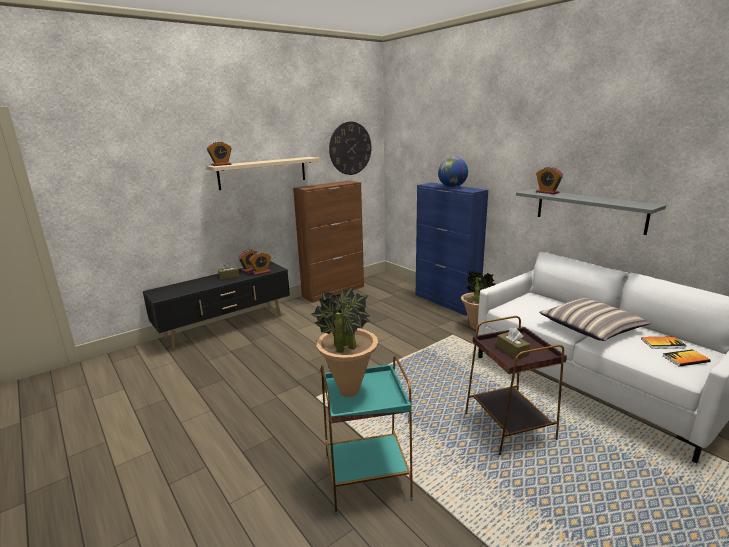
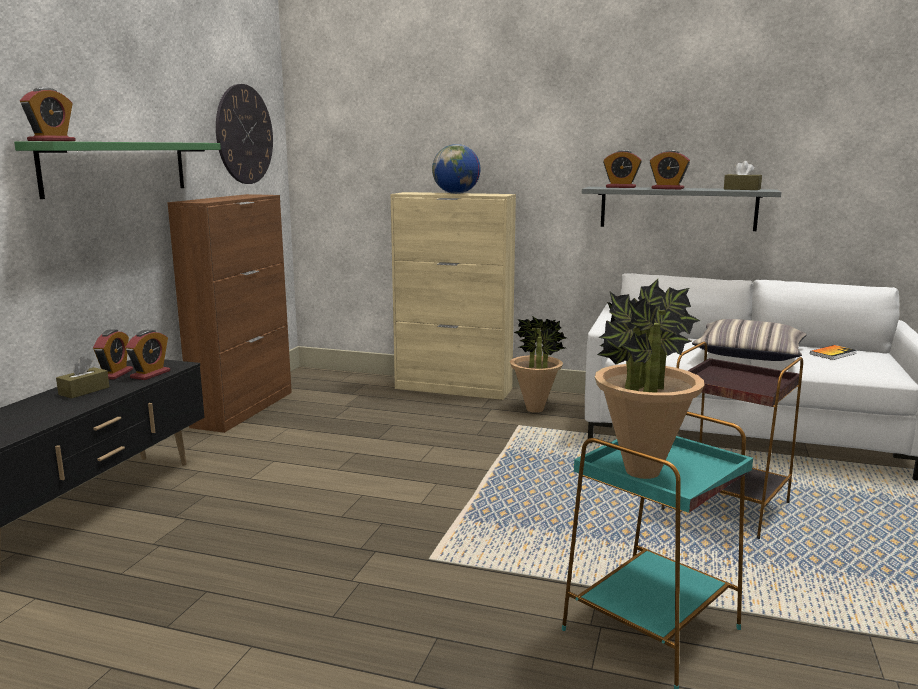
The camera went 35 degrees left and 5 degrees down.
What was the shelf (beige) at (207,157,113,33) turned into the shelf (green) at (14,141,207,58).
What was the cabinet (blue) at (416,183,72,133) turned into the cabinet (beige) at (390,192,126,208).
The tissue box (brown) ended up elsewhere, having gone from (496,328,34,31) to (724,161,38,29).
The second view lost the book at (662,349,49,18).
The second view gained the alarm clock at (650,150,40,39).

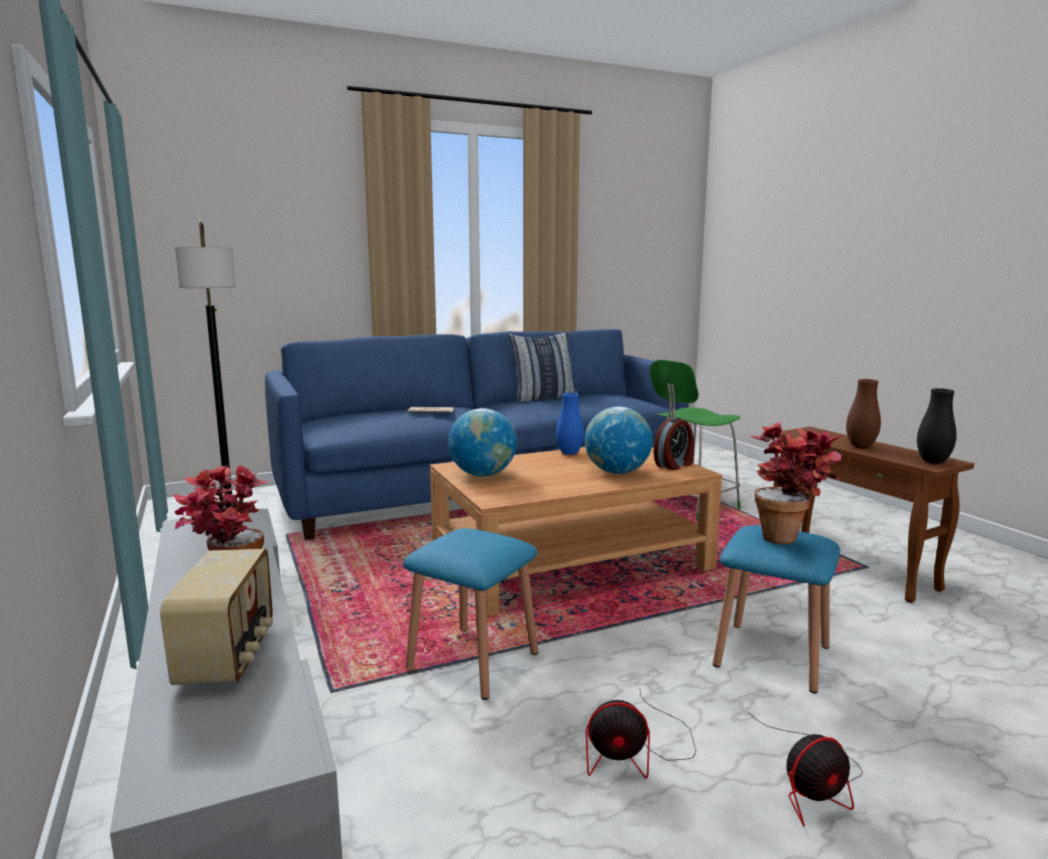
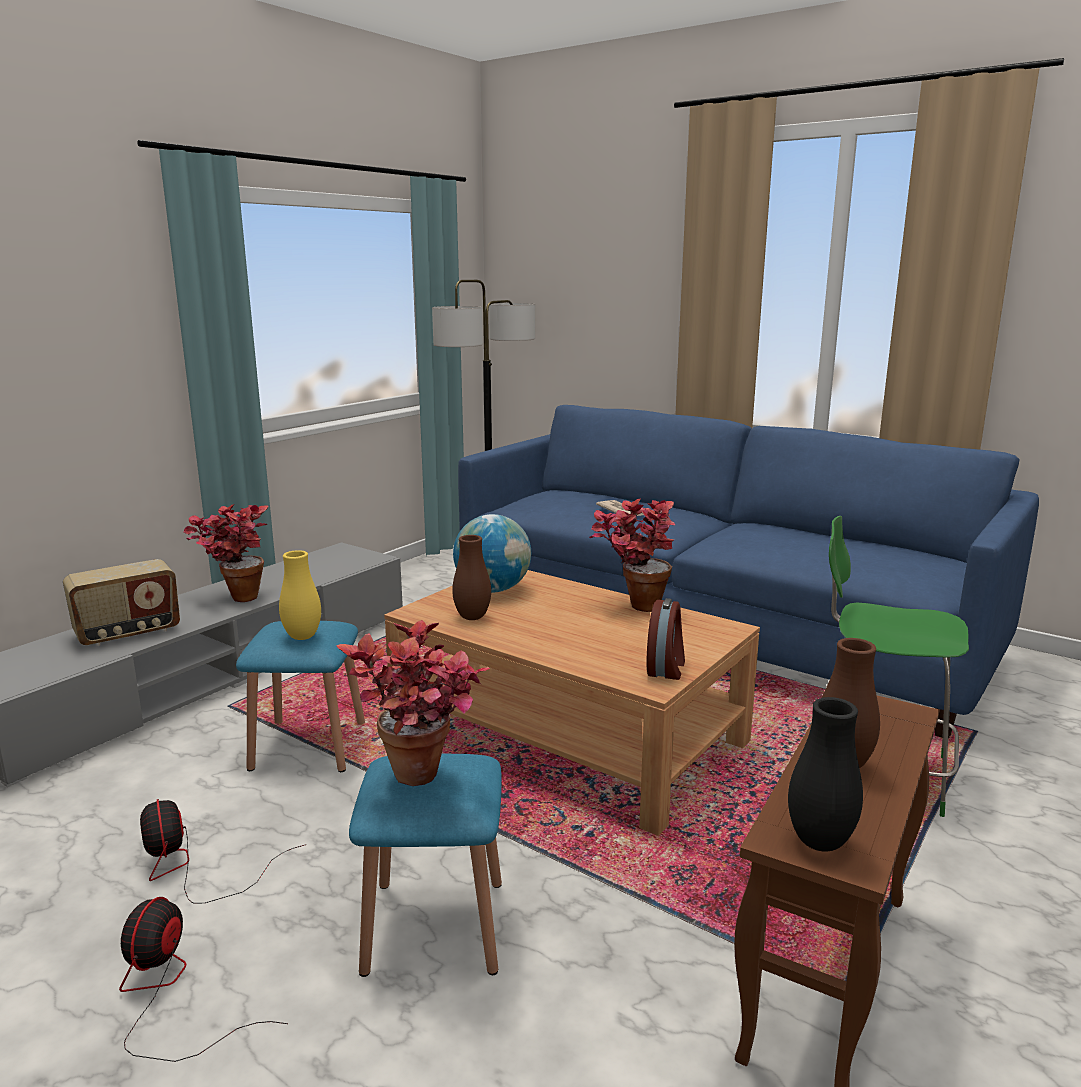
The camera went 60 degrees right and 5 degrees up.
The second view lost the pillow at (508,332,70,70).
Where the vase (blue) stood at (556,393,28,62), the potted plant came to stand at (589,499,86,113).
The second view lost the globe at (585,407,68,67).
The alarm clock at (654,417,40,53) ended up facing another way, 90 degrees counterclockwise from before.
The fan at (748,712,115,114) ended up facing another way, 60 degrees clockwise from before.
The second view gained the vase (yellow) at (279,550,42,90).
The second view gained the vase (brown) at (452,535,39,85).

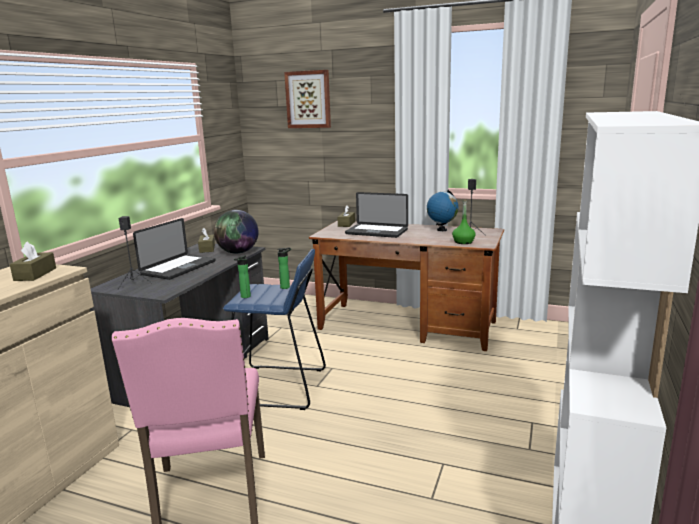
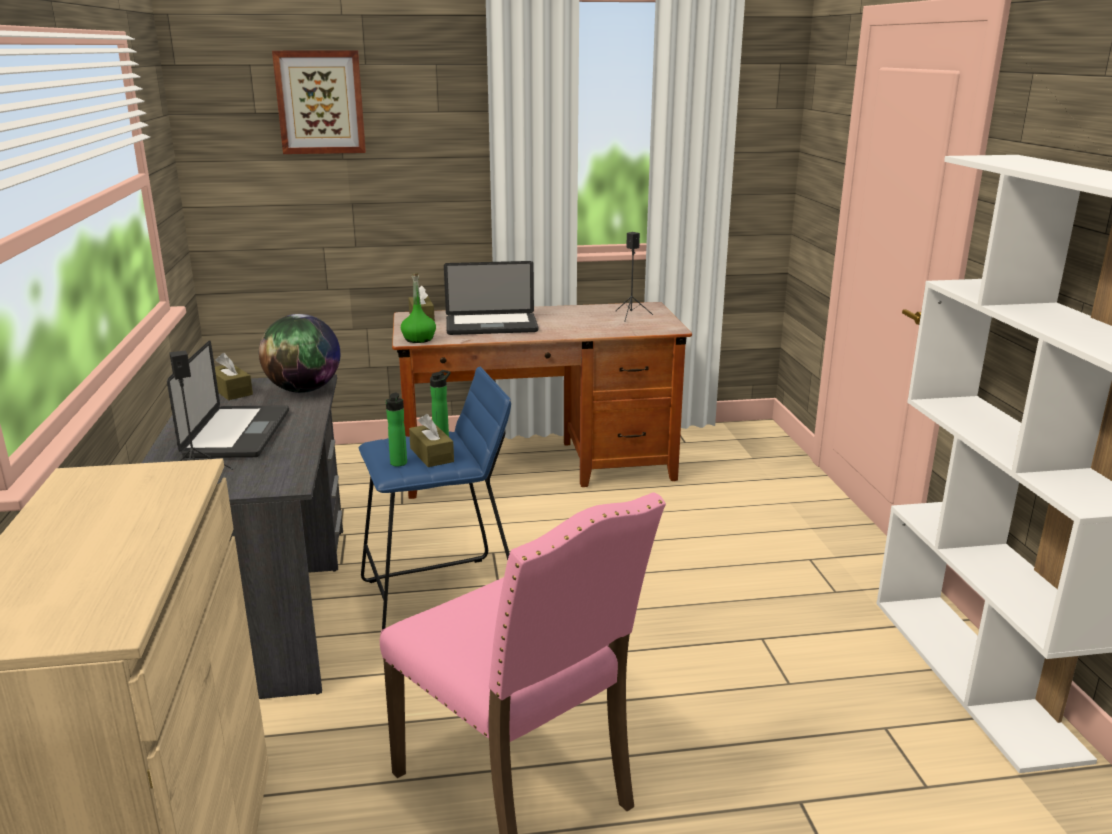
The camera went 30 degrees left and 5 degrees up.
The tissue box (brown) ended up elsewhere, having gone from (10,242,46,39) to (409,414,45,53).
The second view lost the globe at (427,190,31,41).
The bottle (green) ended up elsewhere, having gone from (452,199,24,45) to (401,273,35,70).

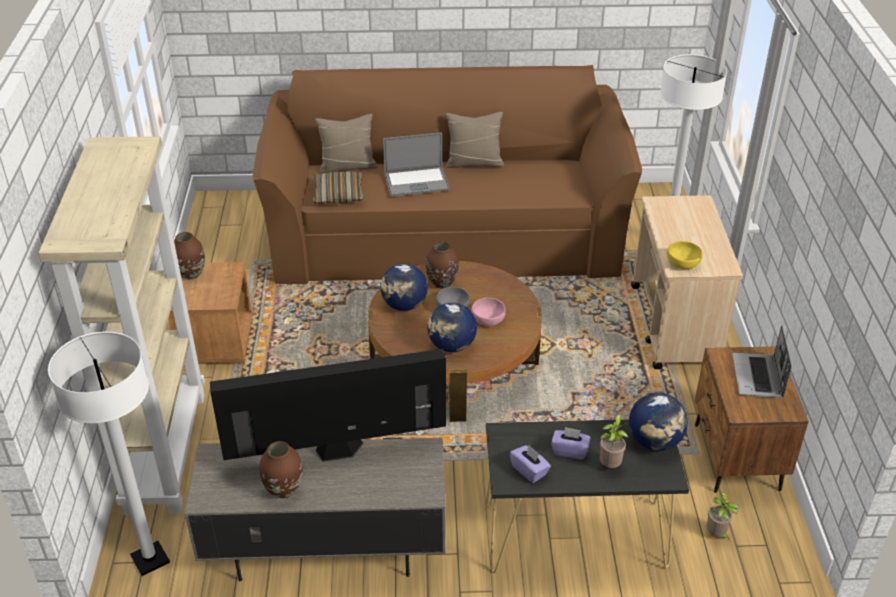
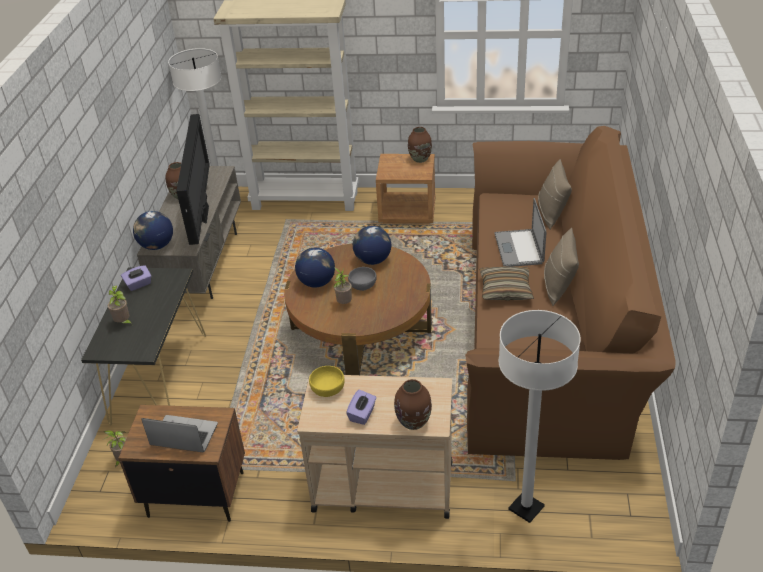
The camera went 100 degrees right and 0 degrees up.
The pillow ended up elsewhere, having gone from (312,171,52,33) to (480,266,54,35).
The vase (brown) ended up elsewhere, having gone from (426,241,32,48) to (394,379,38,51).
Where the bowl (pink) stood at (471,298,35,28), the potted plant came to stand at (334,267,18,37).
The tissue box (purple) ended up elsewhere, having gone from (551,427,39,33) to (346,389,31,36).
The globe ended up elsewhere, having gone from (629,392,59,59) to (133,211,40,39).

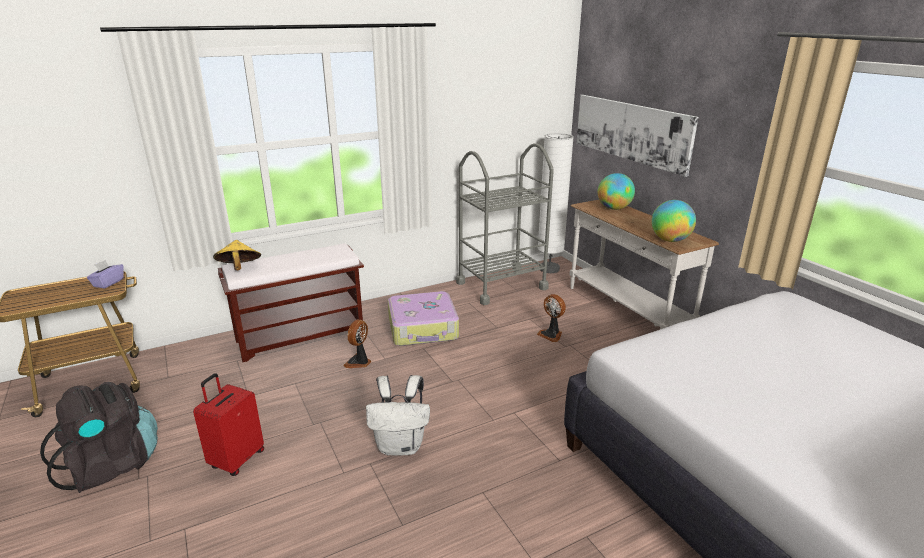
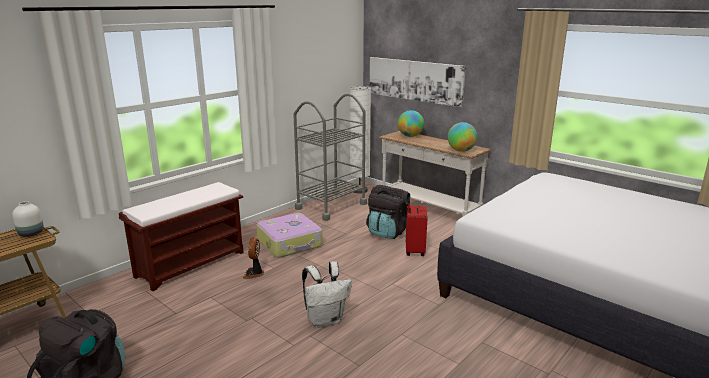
The camera went 20 degrees left and 5 degrees down.
Where the tissue box (purple) stood at (87,260,37,29), the vase (white) came to stand at (12,201,32,36).
The suitcase (red) ended up elsewhere, having gone from (193,373,71,103) to (406,197,21,59).
The second view lost the hat (yellow) at (213,240,48,30).
Where the fan stood at (537,294,29,48), the backpack (black) came to stand at (366,185,44,54).

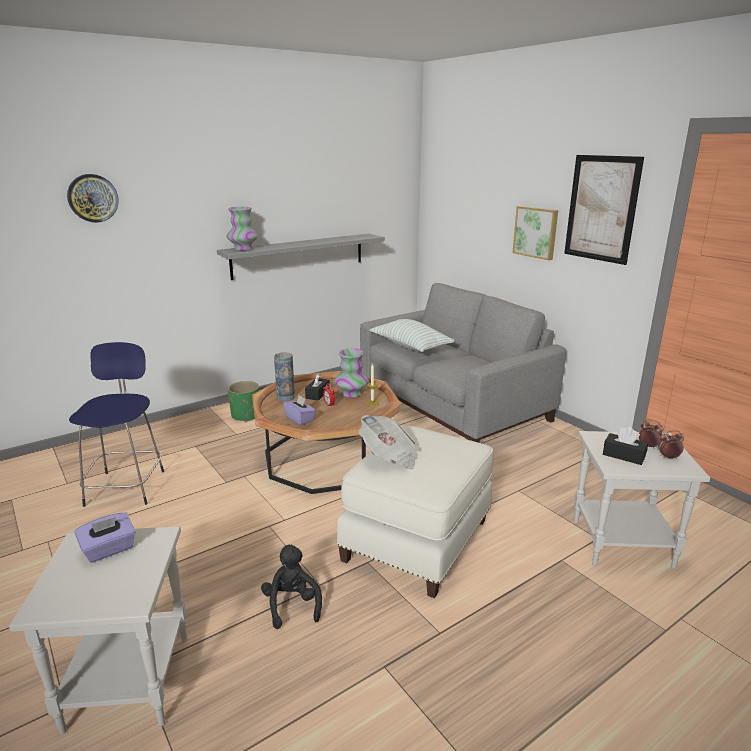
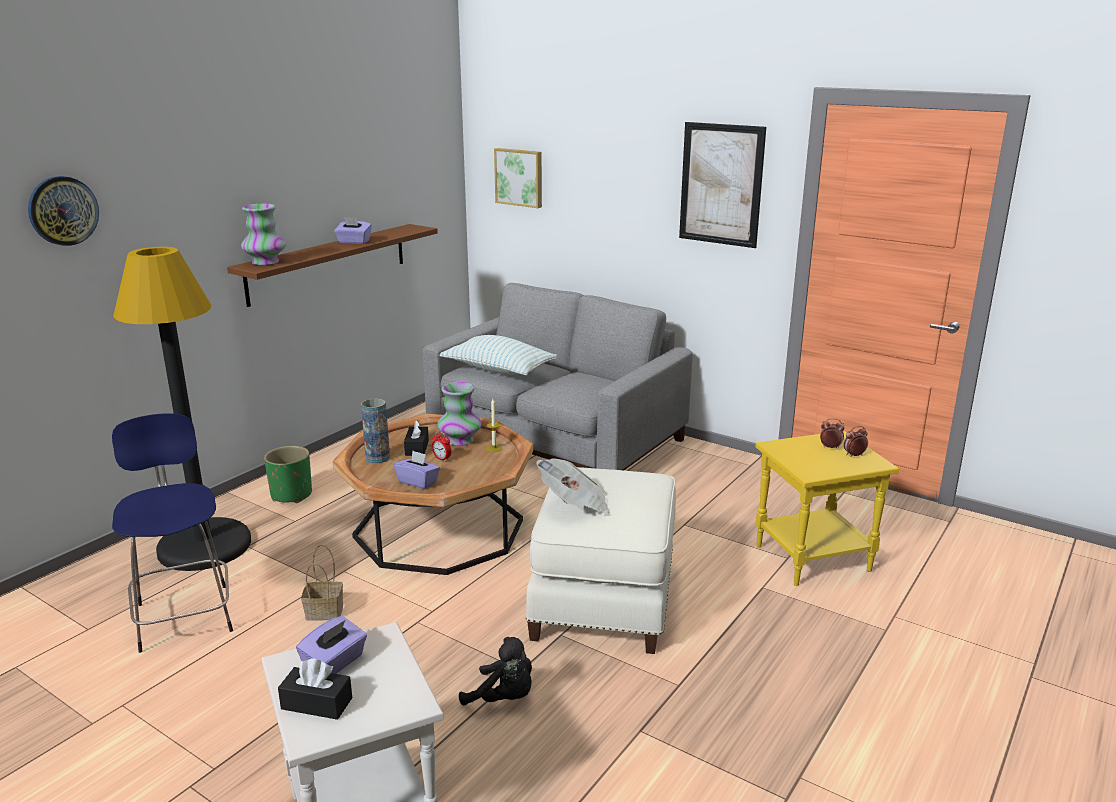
The camera went 20 degrees left and 0 degrees up.
What was the shelf (grey) at (217,233,168,47) turned into the shelf (brown) at (227,224,211,83).
The plush toy (black) at (261,545,61,84) ended up facing another way, 150 degrees clockwise from before.
The picture ended up elsewhere, having gone from (513,206,45,54) to (494,148,48,60).
What was the side table (white) at (574,431,136,138) turned into the side table (yellow) at (756,430,143,156).
The tissue box (black) ended up elsewhere, having gone from (603,427,45,38) to (278,658,74,62).
The second view gained the floor lamp (black) at (113,247,138,324).
The second view gained the basket at (301,545,42,76).
The second view gained the tissue box (purple) at (334,217,38,27).

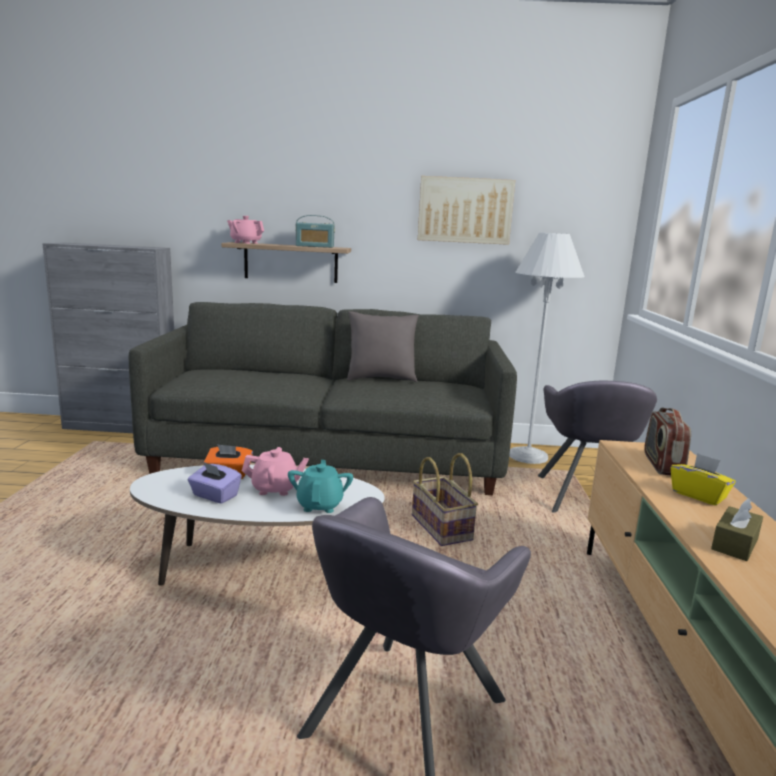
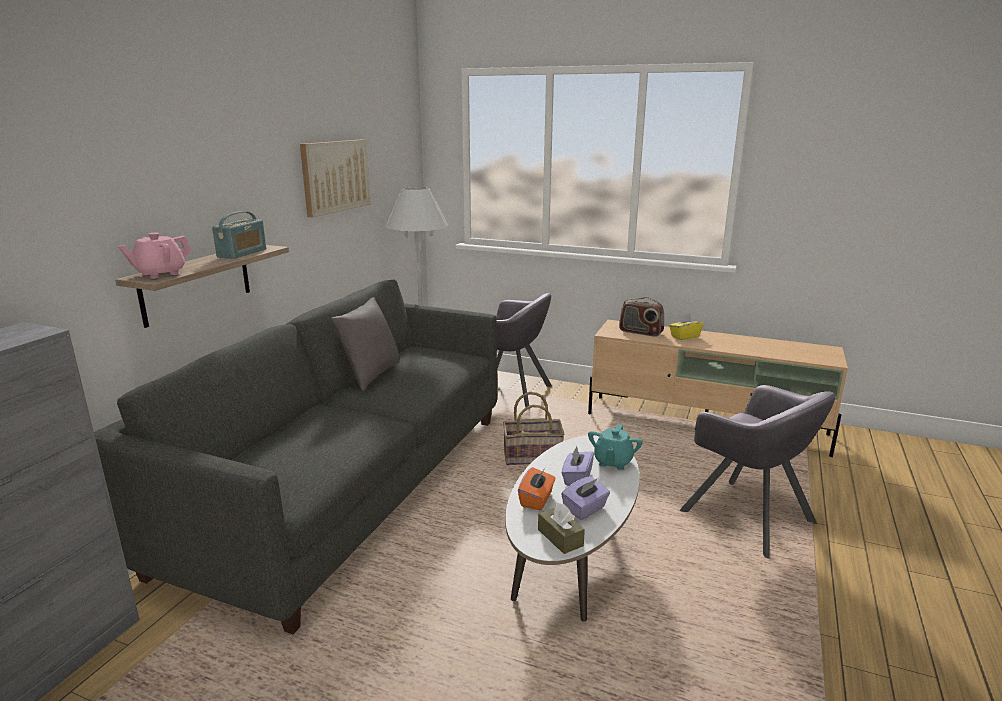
The camera went 70 degrees left and 5 degrees up.
Where the teapot (pink) stood at (242,447,67,49), the tissue box (purple) came to stand at (562,446,32,40).
The teapot (turquoise) at (288,460,65,53) ended up facing another way, 90 degrees counterclockwise from before.
The tissue box (brown) ended up elsewhere, having gone from (711,498,52,63) to (538,503,47,51).

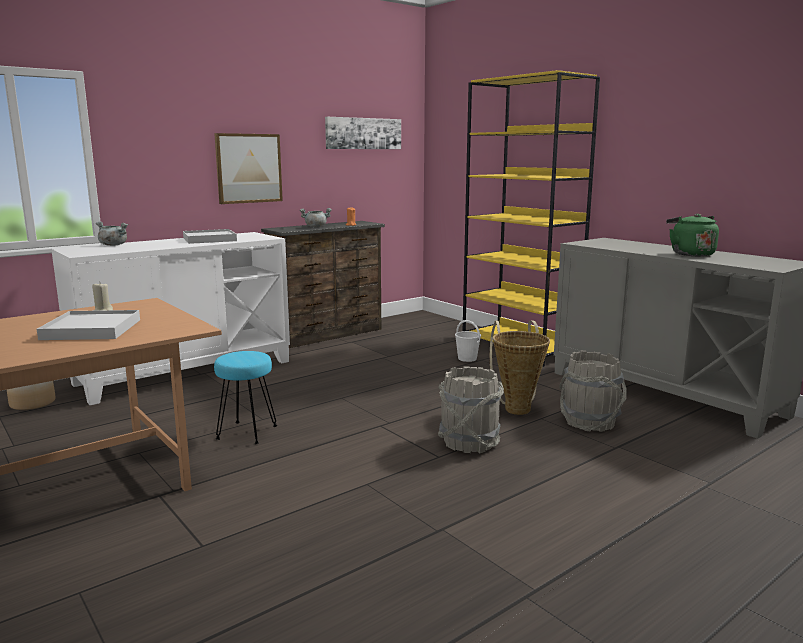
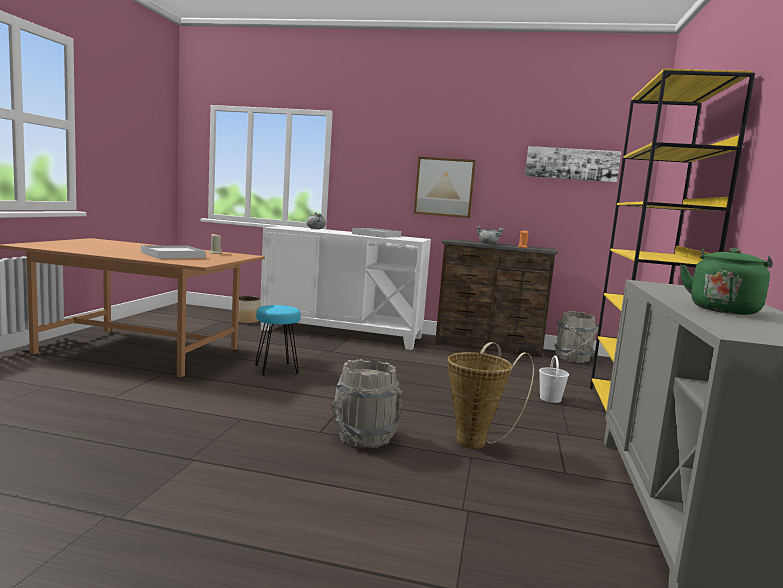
The camera went 50 degrees right and 5 degrees down.
The bucket (grey) ended up elsewhere, having gone from (559,350,68,82) to (554,311,45,52).

